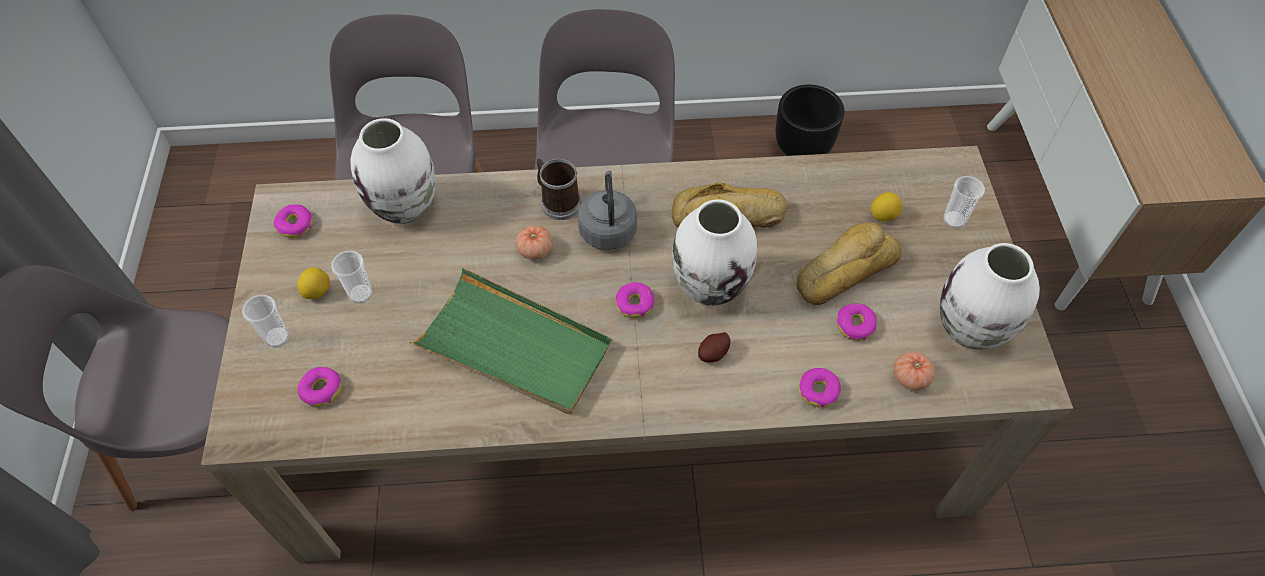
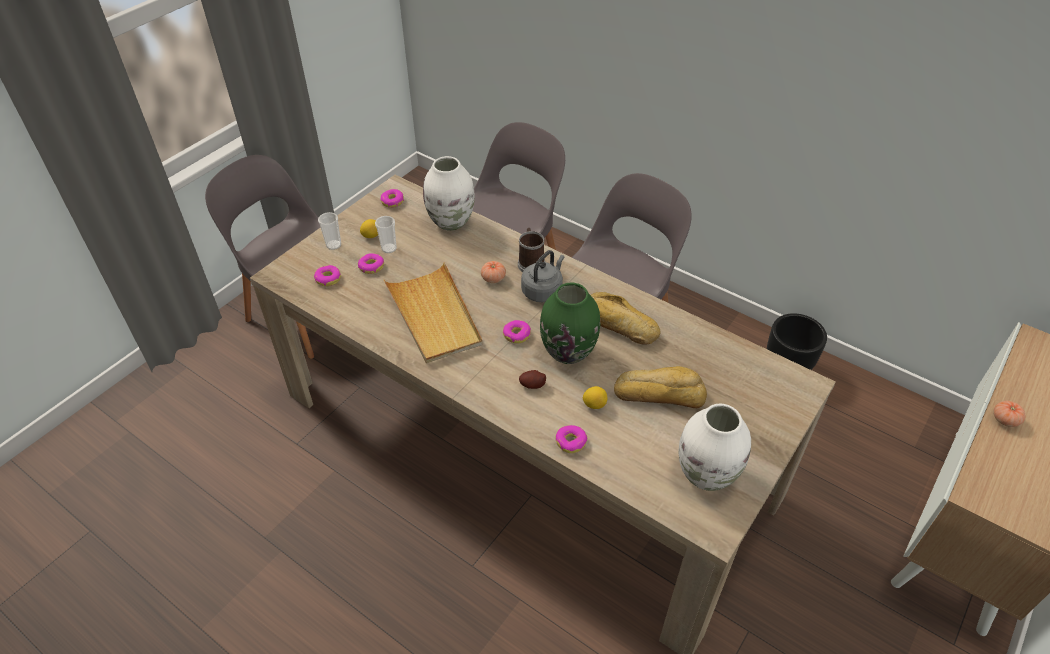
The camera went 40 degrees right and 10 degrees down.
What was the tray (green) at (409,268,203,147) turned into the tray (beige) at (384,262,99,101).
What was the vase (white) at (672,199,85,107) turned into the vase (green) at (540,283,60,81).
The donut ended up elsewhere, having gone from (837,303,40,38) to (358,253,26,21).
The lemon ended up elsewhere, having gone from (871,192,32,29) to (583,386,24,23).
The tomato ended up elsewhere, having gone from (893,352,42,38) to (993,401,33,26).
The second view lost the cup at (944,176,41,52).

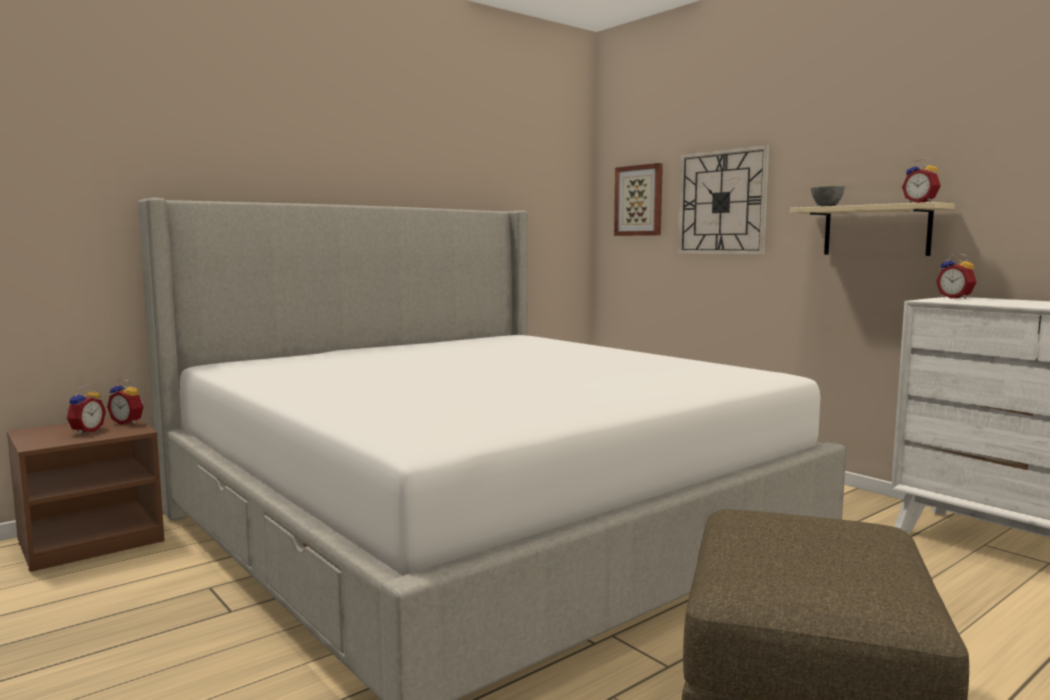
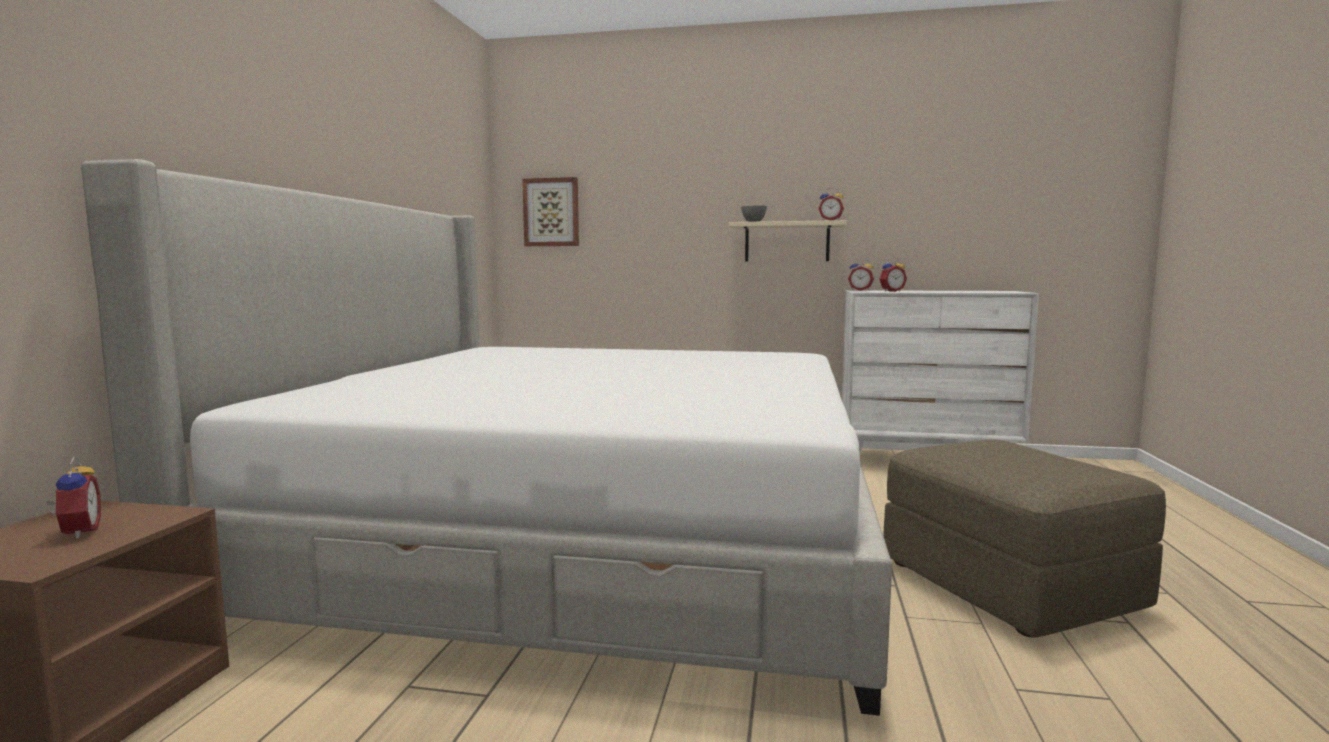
The camera went 40 degrees left and 0 degrees up.
The alarm clock ended up elsewhere, having gone from (107,379,36,46) to (879,257,28,35).
The second view lost the wall clock at (678,145,91,110).

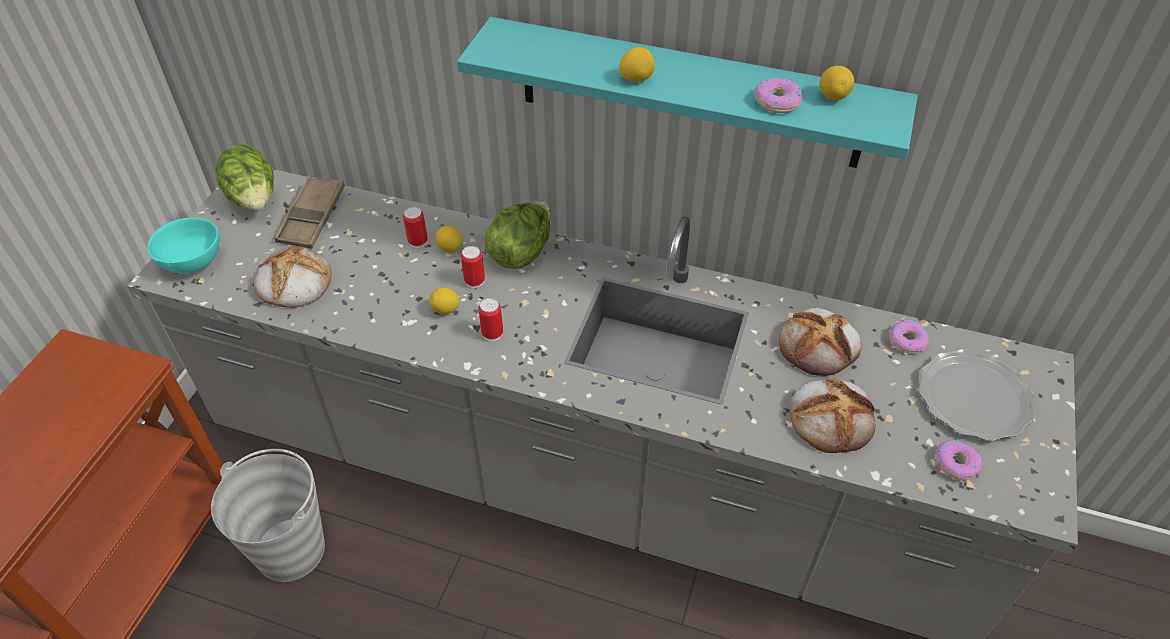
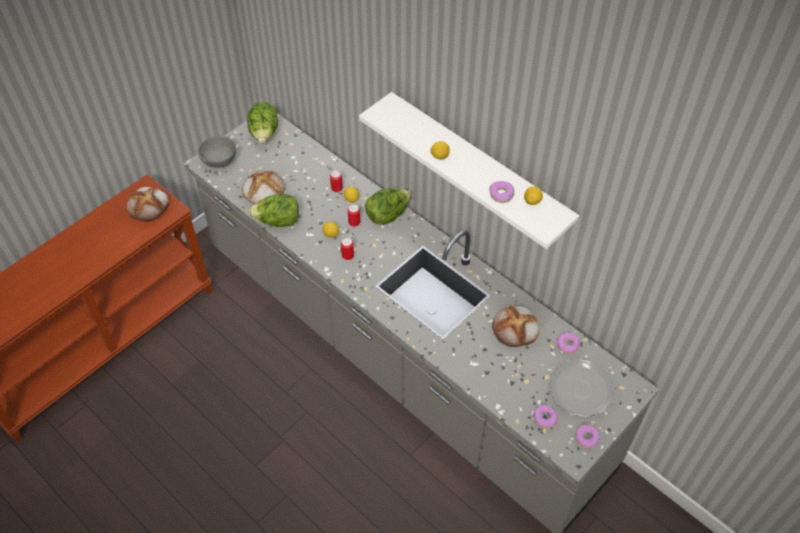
The camera went 25 degrees right and 5 degrees up.
What was the bowl (turquoise) at (147,218,73,56) turned into the bowl (grey) at (198,136,38,32).
The second view lost the bucket (grey) at (211,449,114,133).
The second view lost the tray (brown) at (275,175,70,74).
What was the shelf (turquoise) at (457,17,461,151) turned into the shelf (white) at (359,92,220,157).
The bread ended up elsewhere, having gone from (790,378,85,75) to (127,187,42,35).
The second view gained the lettuce at (248,194,51,33).
The second view gained the donut at (576,424,24,25).

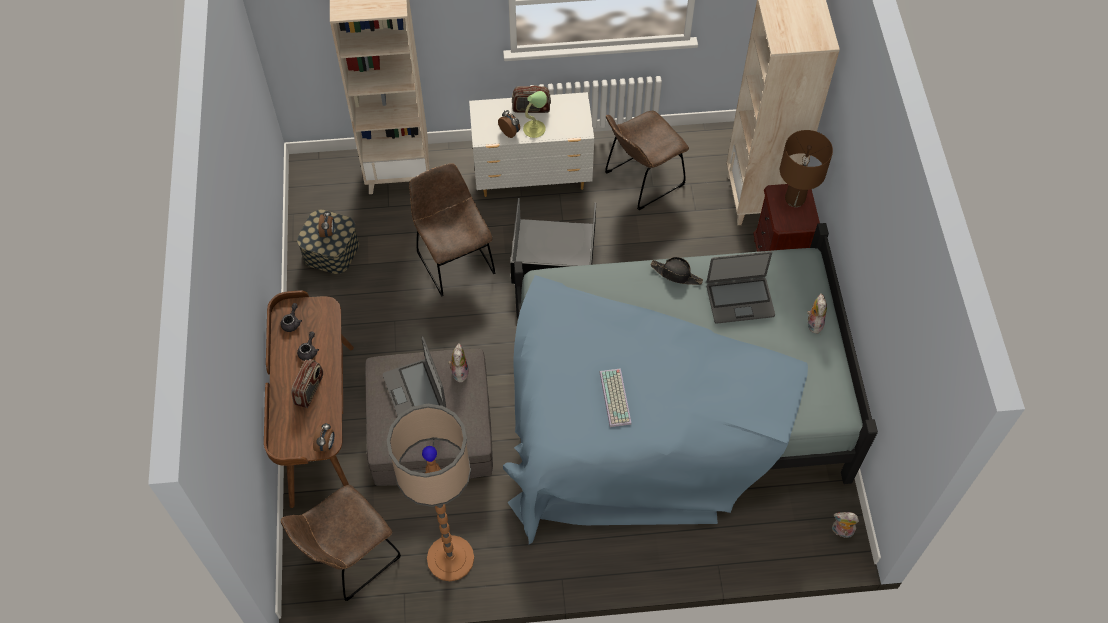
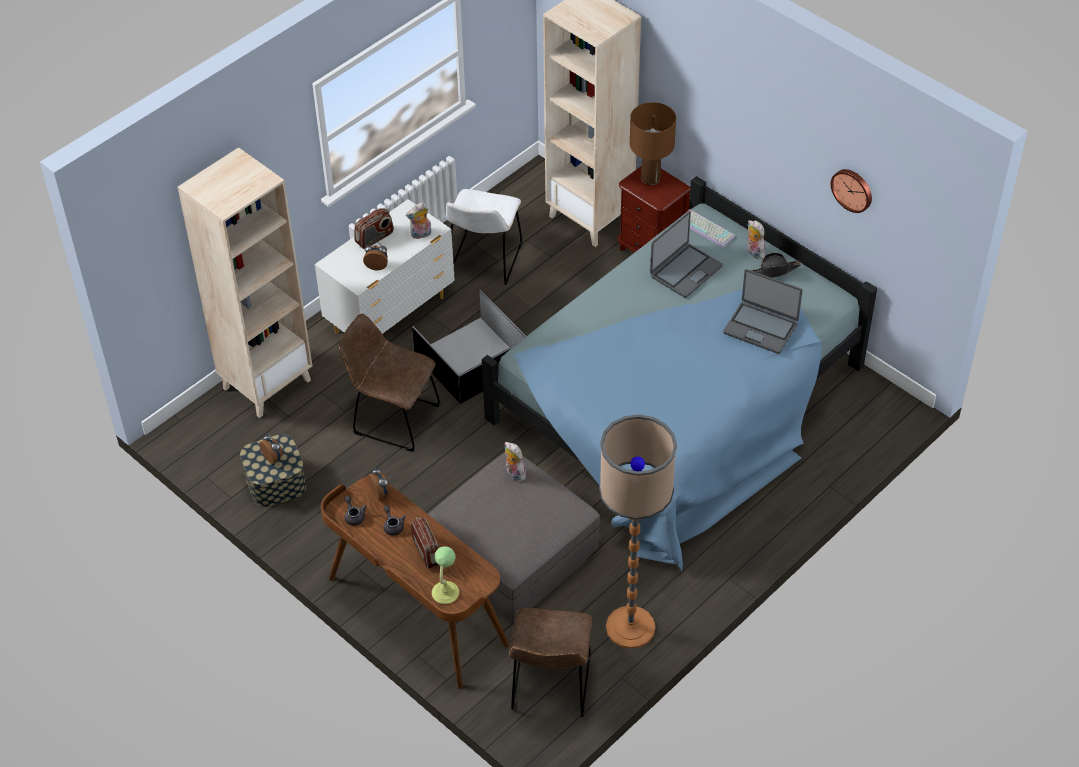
The camera went 40 degrees left and 10 degrees down.
The alarm clock ended up elsewhere, having gone from (313,423,21,29) to (368,467,22,33).
The laptop ended up elsewhere, having gone from (383,336,63,80) to (723,269,80,85).
The table lamp ended up elsewhere, having gone from (523,91,24,47) to (432,546,27,58).
The keyboard ended up elsewhere, having gone from (600,368,32,59) to (678,210,57,38).
What was the chair (brown) at (605,111,84,99) turned into the chair (white) at (446,189,76,96).
The hat (black) ended up elsewhere, having gone from (650,257,53,28) to (751,253,50,25).
The plush toy ended up elsewhere, having gone from (832,512,27,26) to (406,202,25,37).
The second view gained the wall clock at (831,169,41,44).

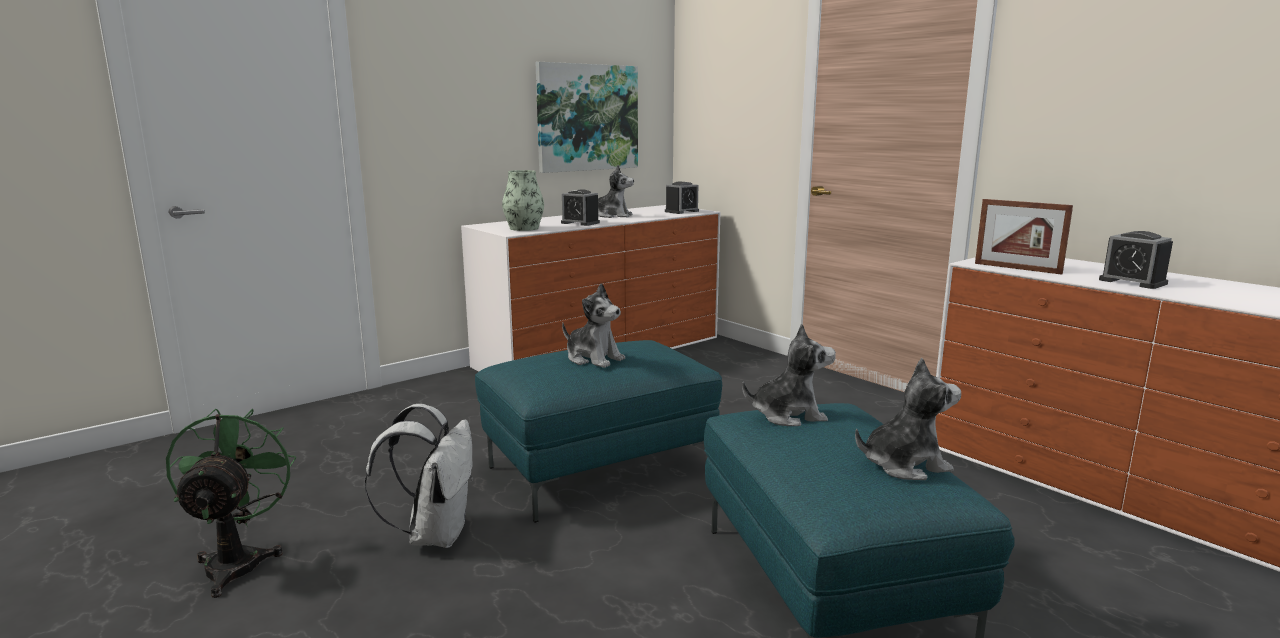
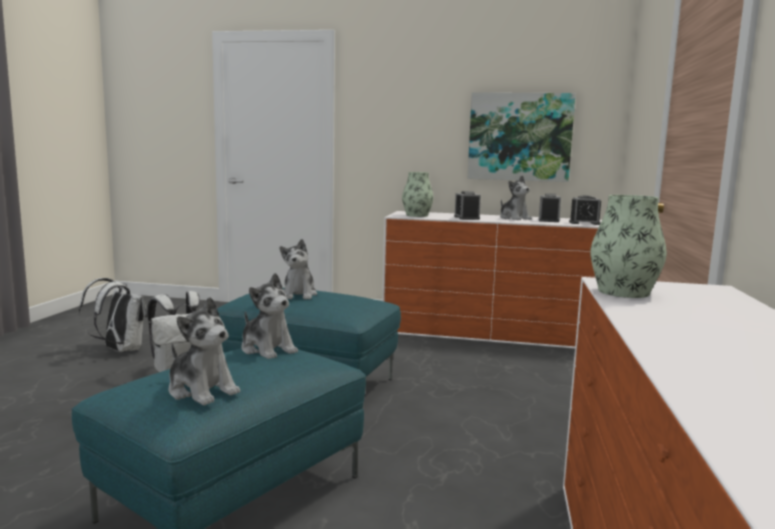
The camera went 50 degrees right and 5 degrees down.
Where the fan (green) stood at (166,409,130,189), the backpack (white) came to stand at (79,278,68,74).
Where the picture frame stood at (975,199,98,76), the vase came to stand at (590,195,77,103).
The alarm clock ended up elsewhere, having gone from (1099,231,74,58) to (539,193,22,29).

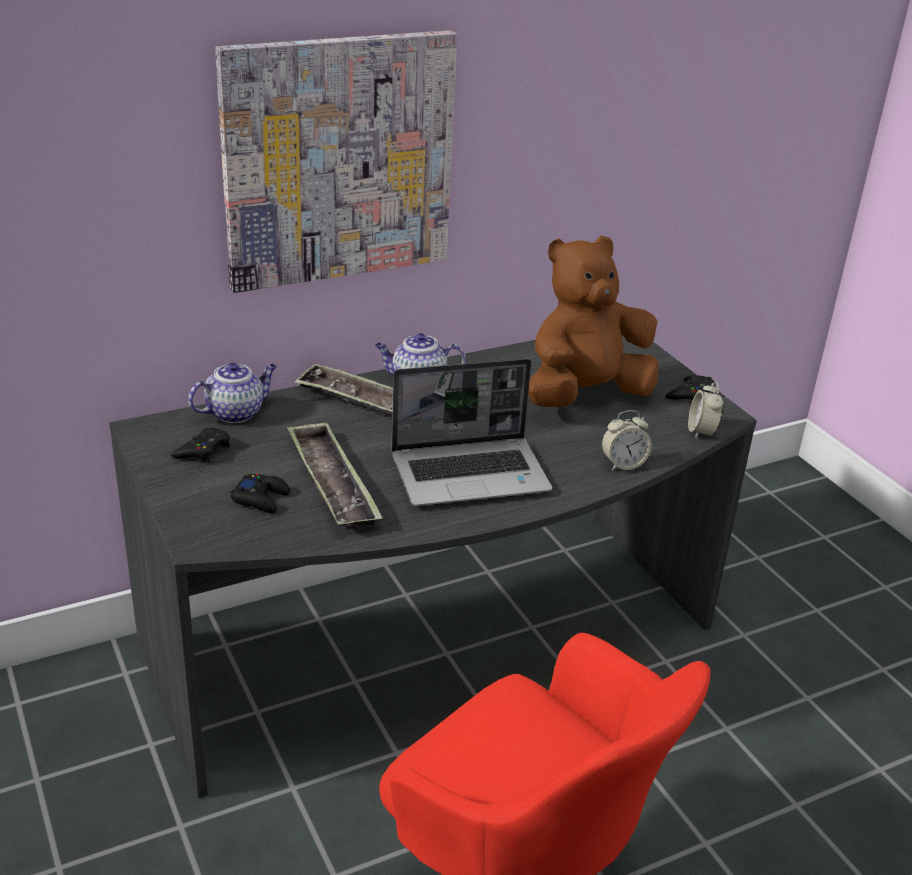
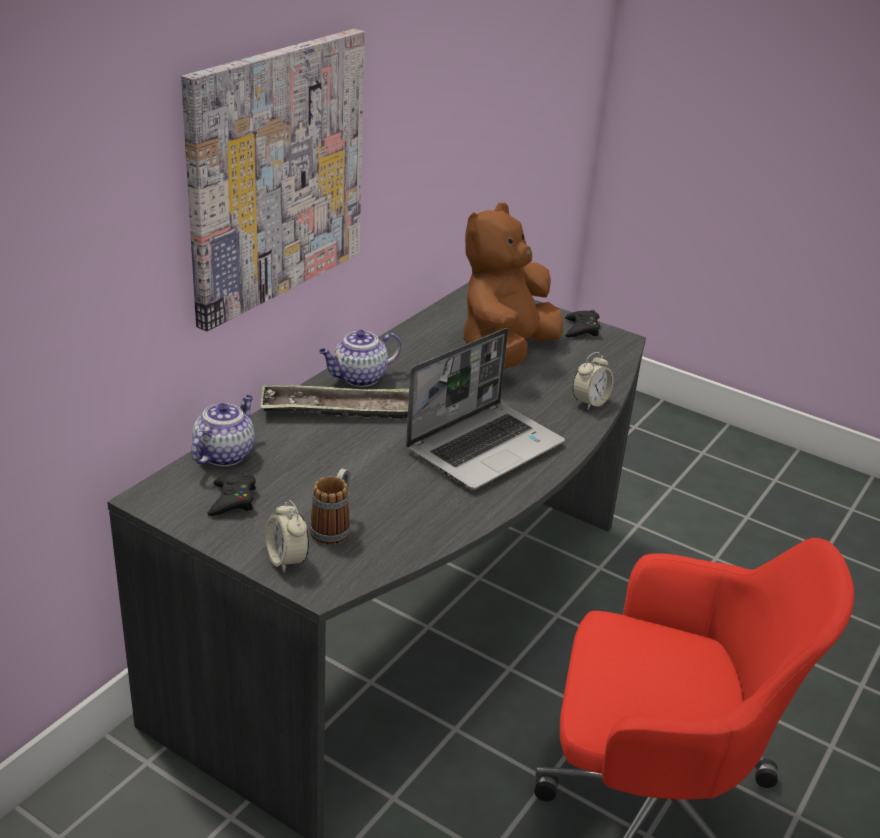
The camera went 30 degrees left and 0 degrees up.
Where the game controller (black) stood at (231,474,59,39), the mug came to stand at (309,469,42,76).
The second view lost the tray at (287,422,96,106).
The alarm clock ended up elsewhere, having gone from (688,381,36,58) to (265,500,44,73).

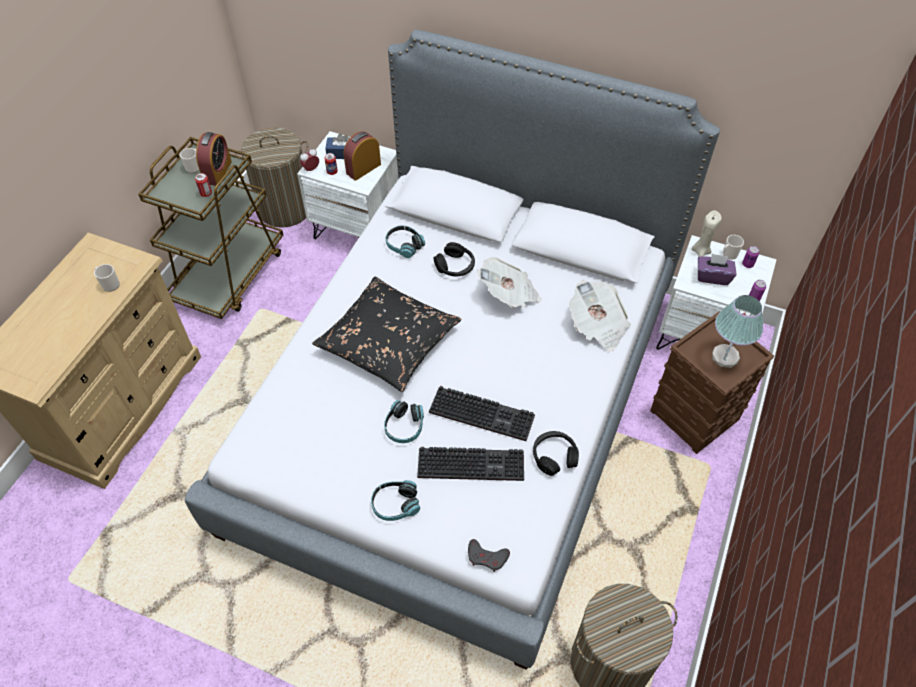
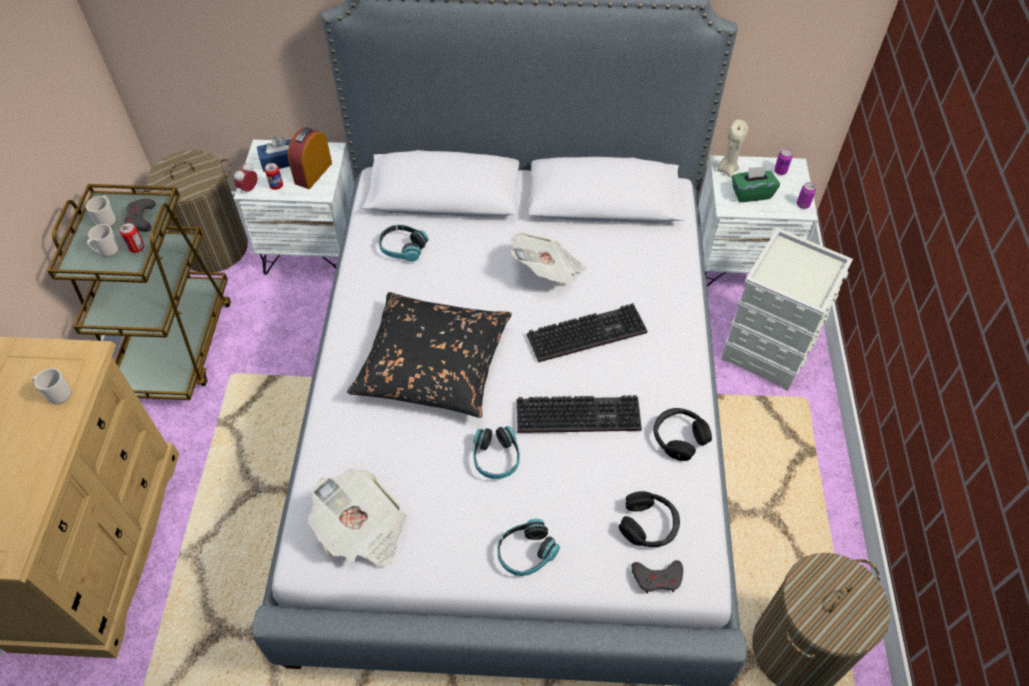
The camera went 20 degrees left and 0 degrees up.
Where the alarm clock stood at (196,132,36,54), the game controller (grey) came to stand at (124,199,32,33).
The keyboard ended up elsewhere, having gone from (417,447,107,34) to (527,303,120,59).
The headphones (black) ended up elsewhere, having gone from (434,242,41,34) to (619,491,61,56).
The newspaper ended up elsewhere, having gone from (569,280,62,71) to (308,469,99,98).
What was the storage box (brown) at (650,311,124,143) turned into the storage box (grey) at (721,228,132,163).
What was the tissue box (purple) at (698,254,38,31) turned into the tissue box (green) at (732,166,48,36).
The second view lost the table lamp at (712,295,51,73).
The mug ended up elsewhere, having gone from (723,235,21,25) to (87,224,32,33).

